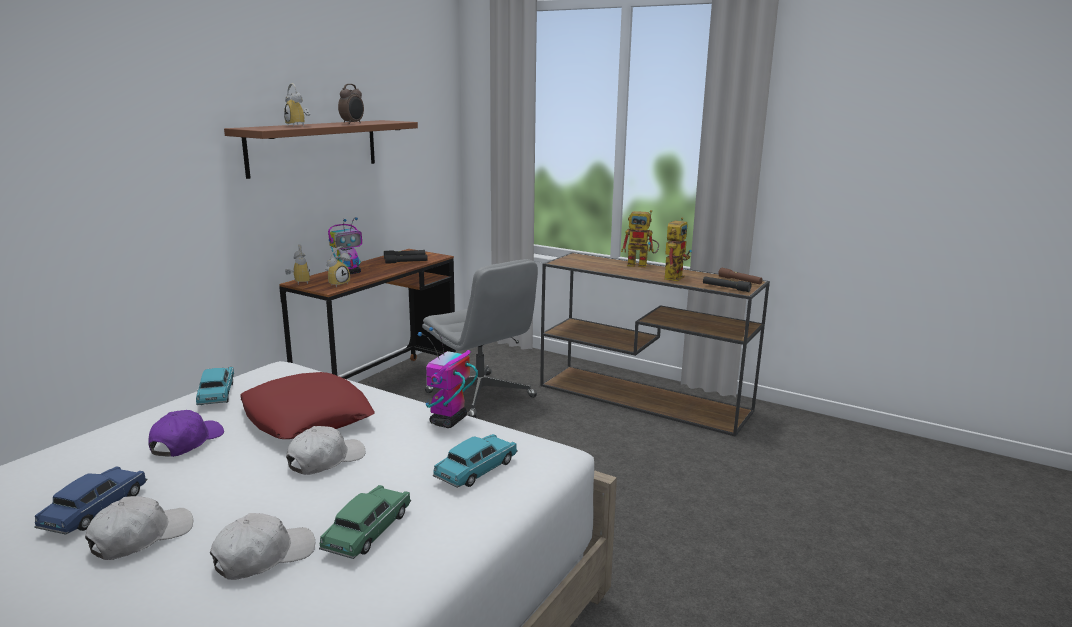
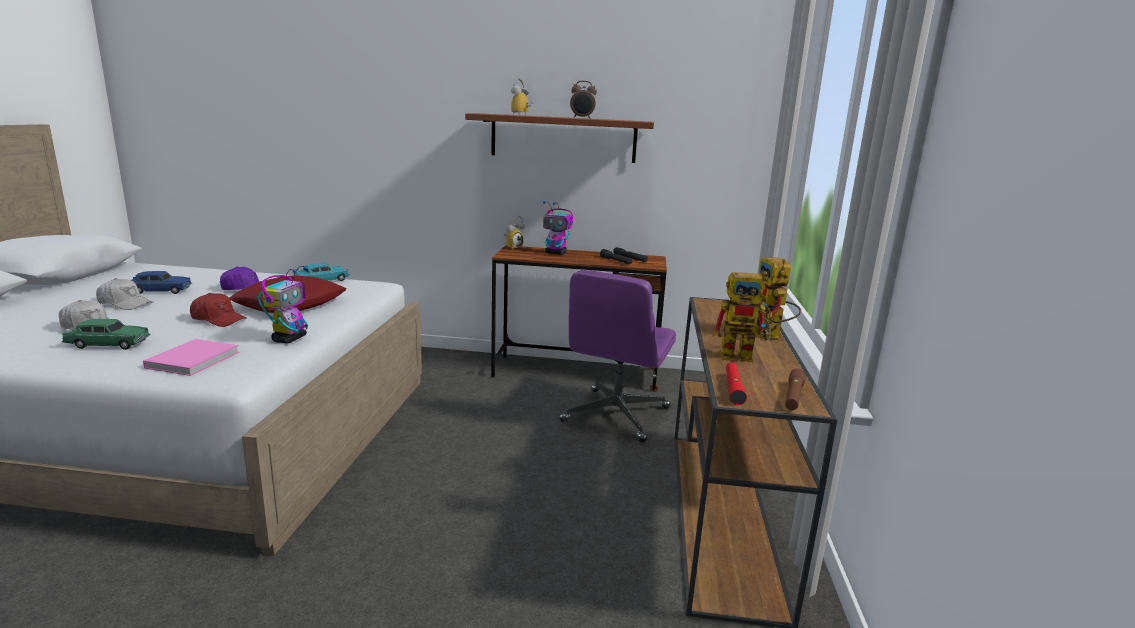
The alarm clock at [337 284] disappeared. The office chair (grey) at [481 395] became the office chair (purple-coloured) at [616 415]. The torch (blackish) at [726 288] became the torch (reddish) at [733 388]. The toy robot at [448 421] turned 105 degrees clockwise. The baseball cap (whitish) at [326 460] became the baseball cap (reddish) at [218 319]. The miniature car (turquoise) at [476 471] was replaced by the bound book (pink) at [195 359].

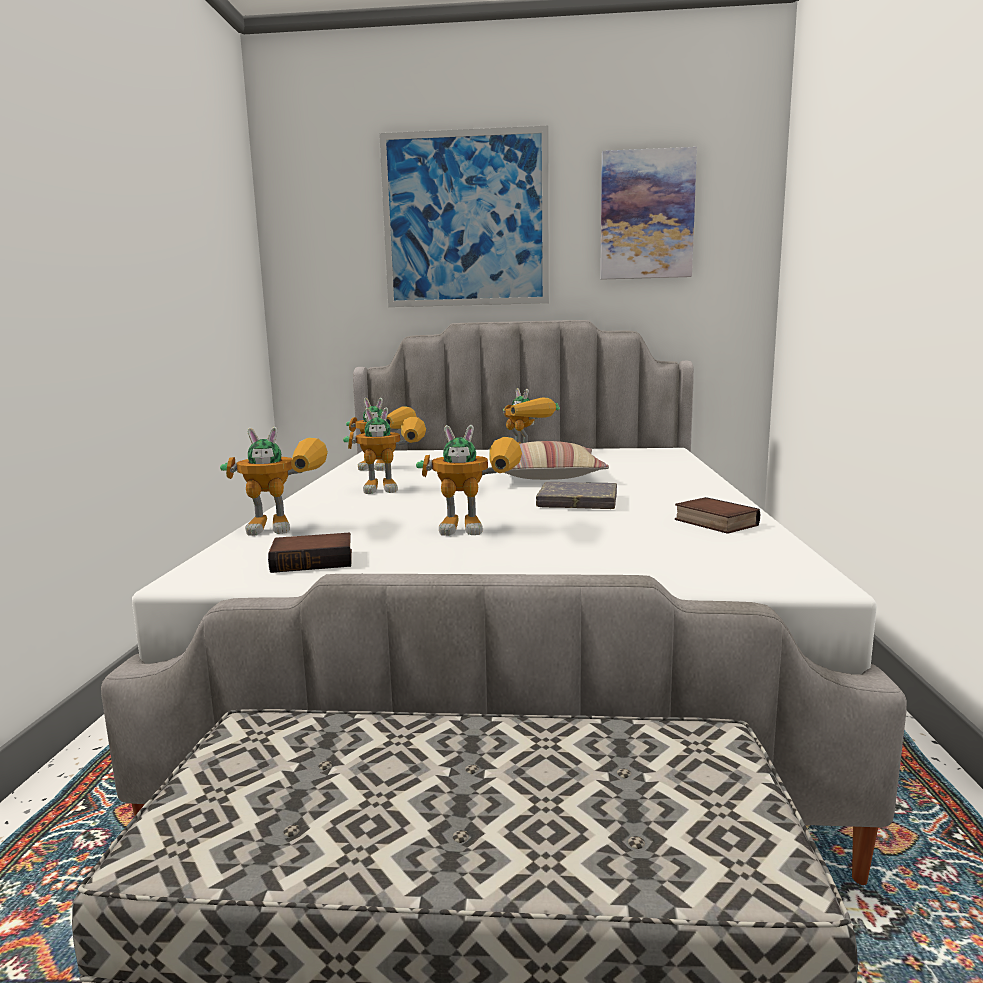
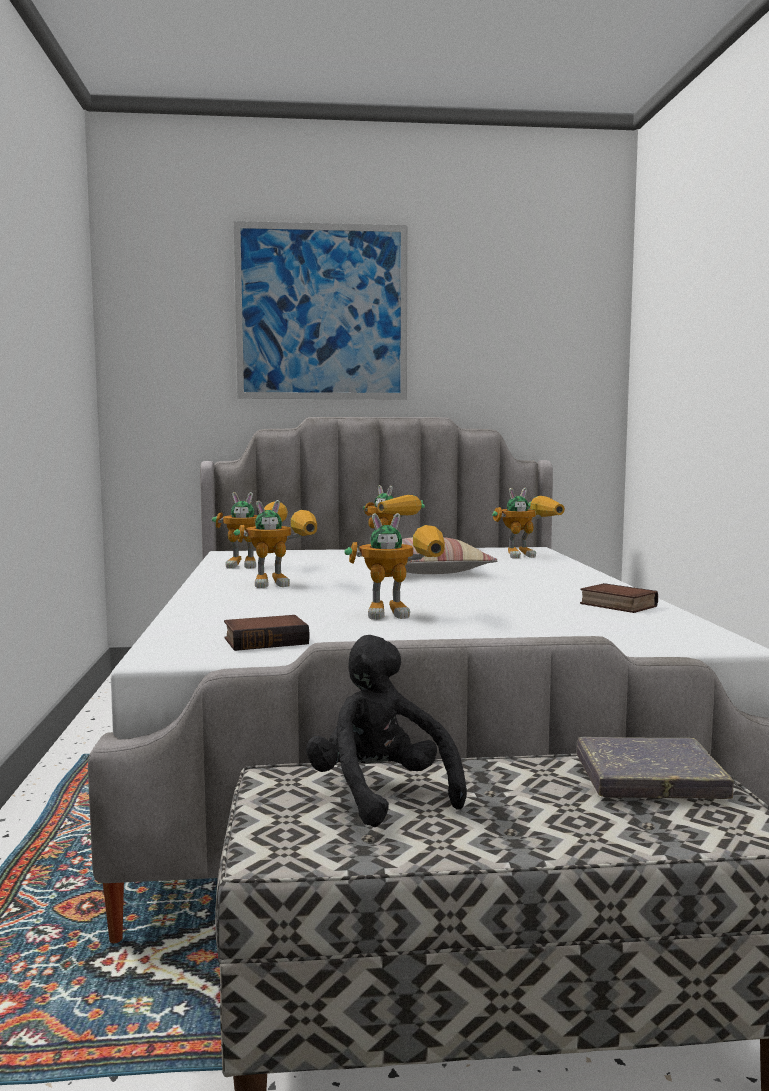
The wall picture at [646 215] disappeared. The toy robot moved from [288 527] to [528 555]. The bound book (grey) moved from [577 502] to [649 778]. The soft toy (blackish) at [380 794] appeared.

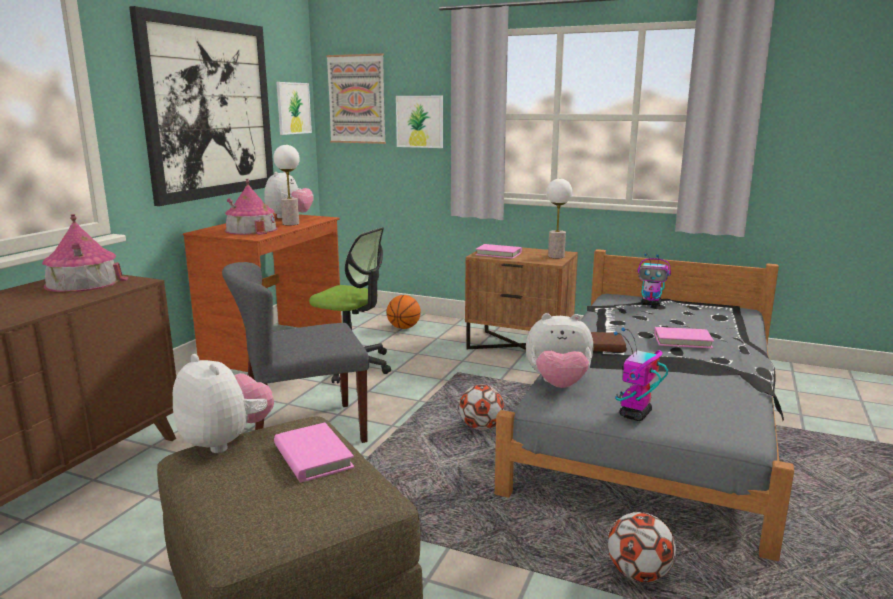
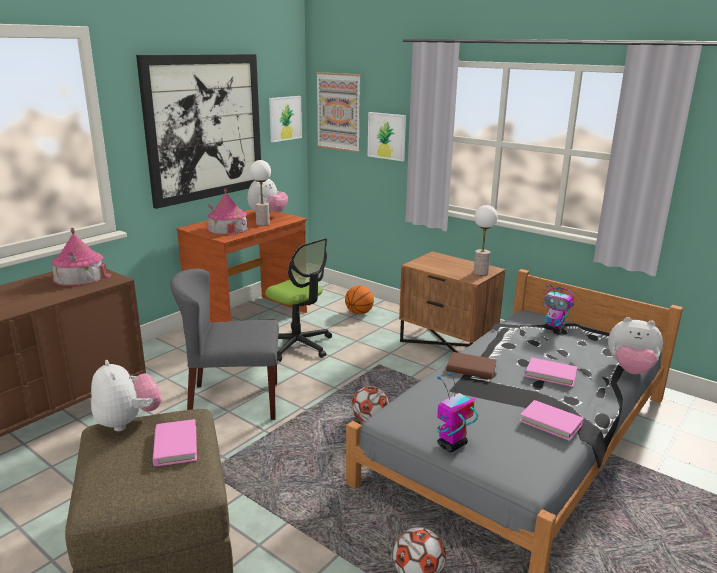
The bound book (pink) moved from [498 254] to [551 422]. The soft toy moved from [558 384] to [630 370].

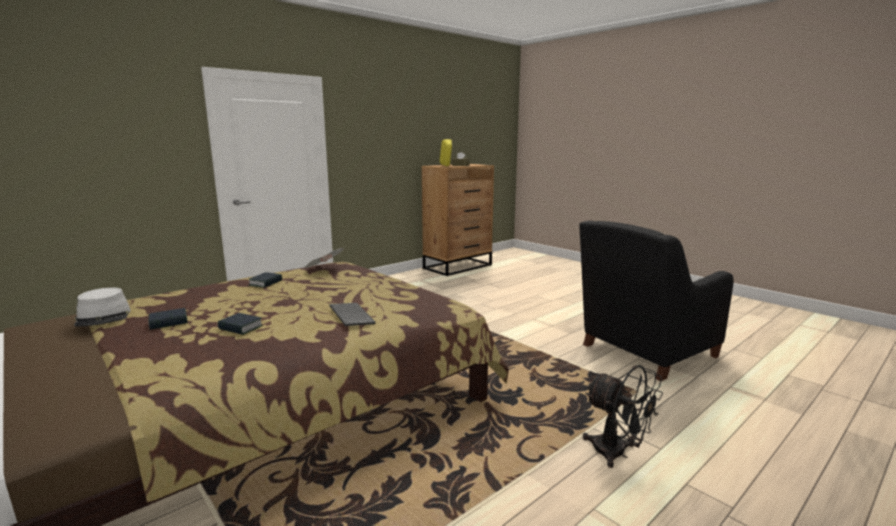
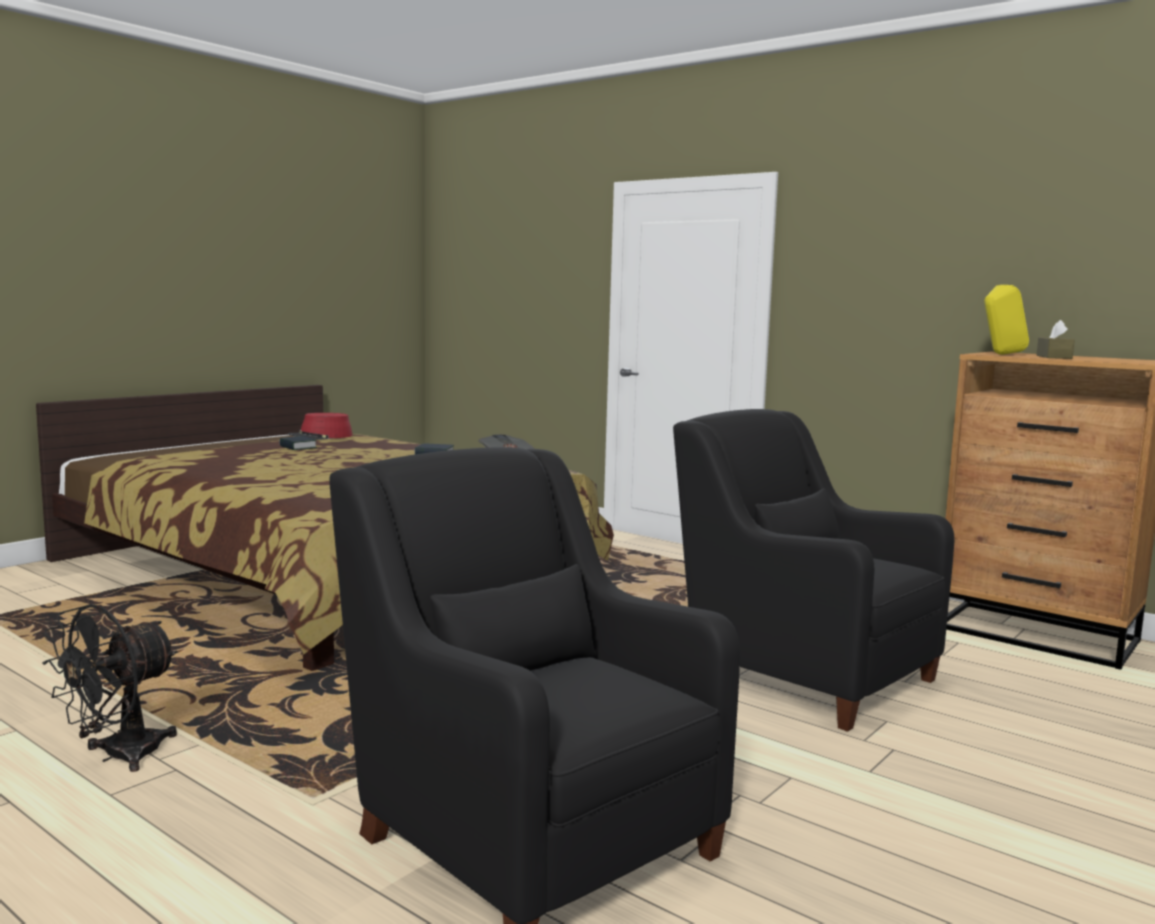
The wearable hat (grey) at [103 317] became the wearable hat (reddish) at [321 436]. The keyboard at [350 315] disappeared. The bound book at [240 328] disappeared. The easy chair (blackish) at [801 673] appeared.

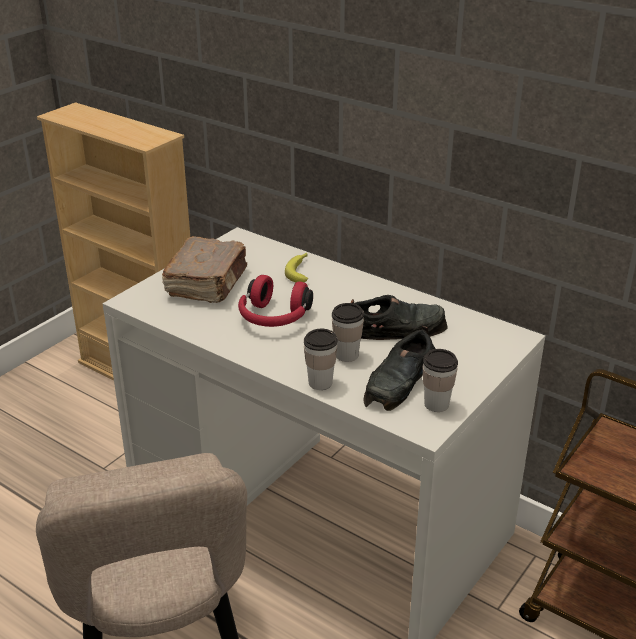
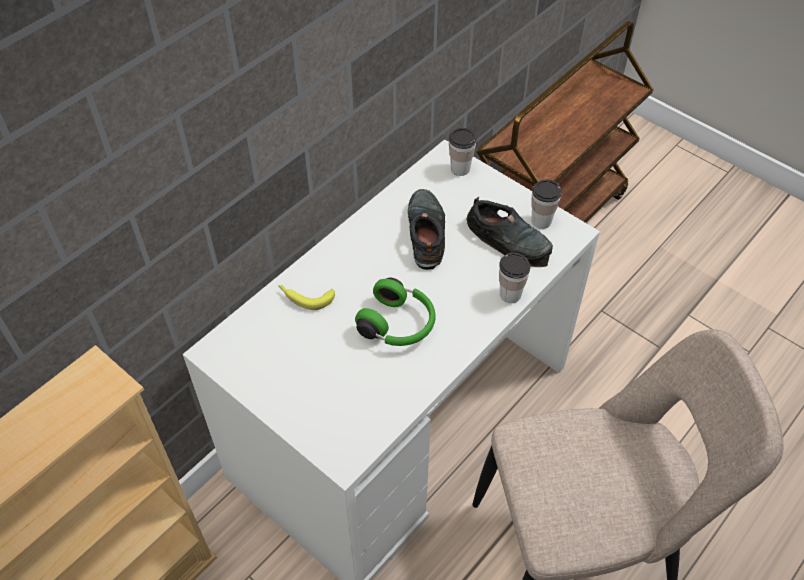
The bound book (brownish) at [208 283] disappeared. The pair of headphones (reddish) at [273 318] became the pair of headphones (green) at [398 324]. The small cup moved from [346 355] to [460 169].

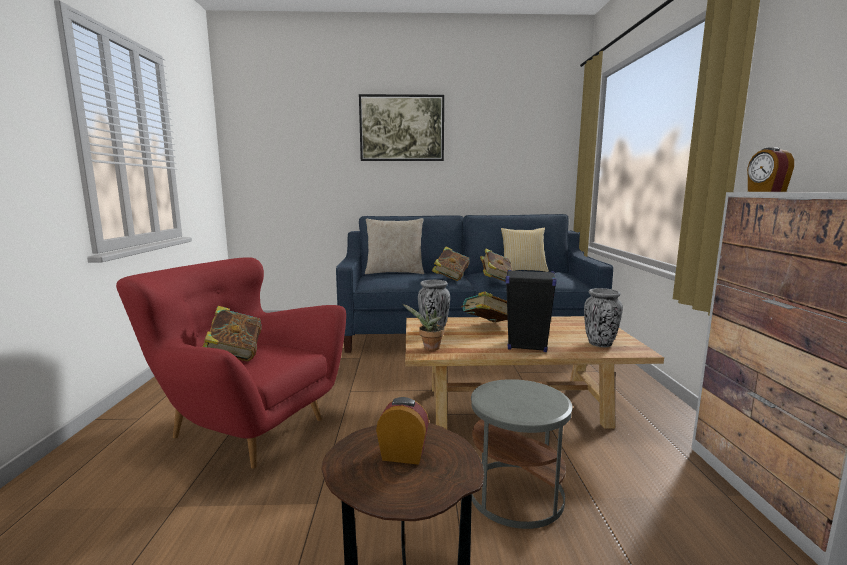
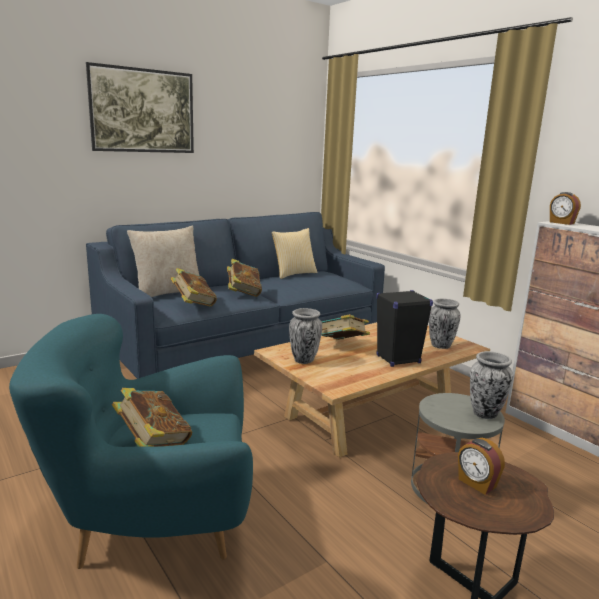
The bound book moved from [496 280] to [193 304]. The easy chair (reddish) at [245 427] became the easy chair (turquoise) at [153 522]. The potted plant at [429 348] disappeared. The alarm clock at [403 454] turned 105 degrees counterclockwise. The decorative vase at [485 414] appeared.

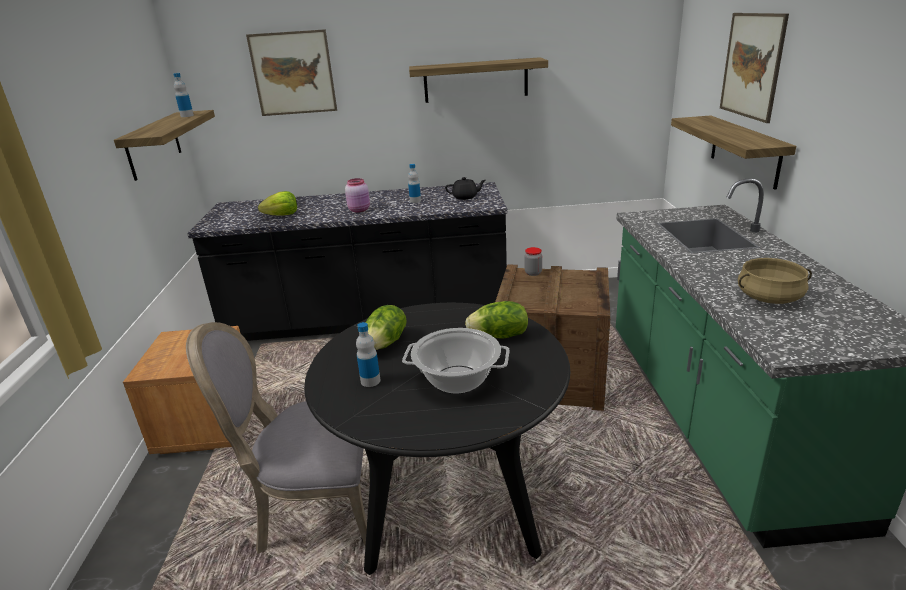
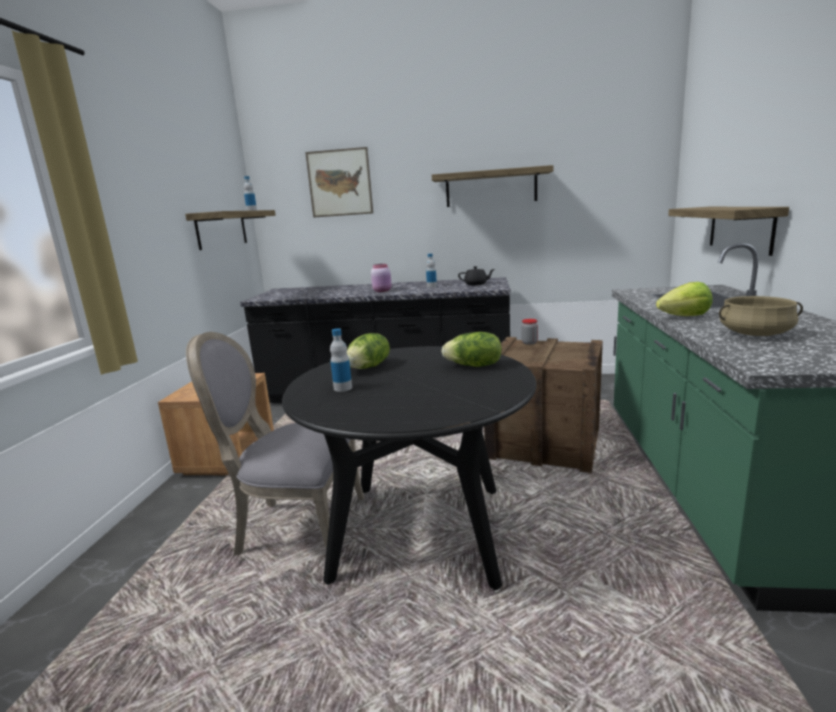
The wall picture at [752 65] disappeared. The head of lettuce moved from [282 215] to [685 316]. The cooking pot at [458 379] disappeared.

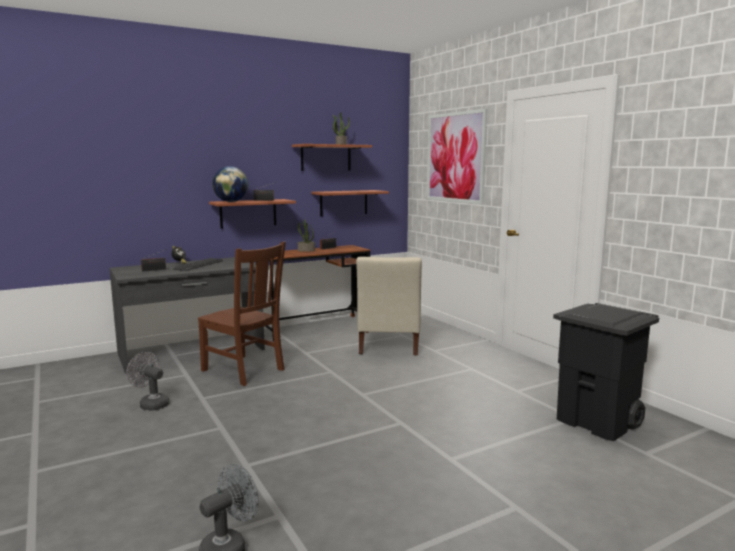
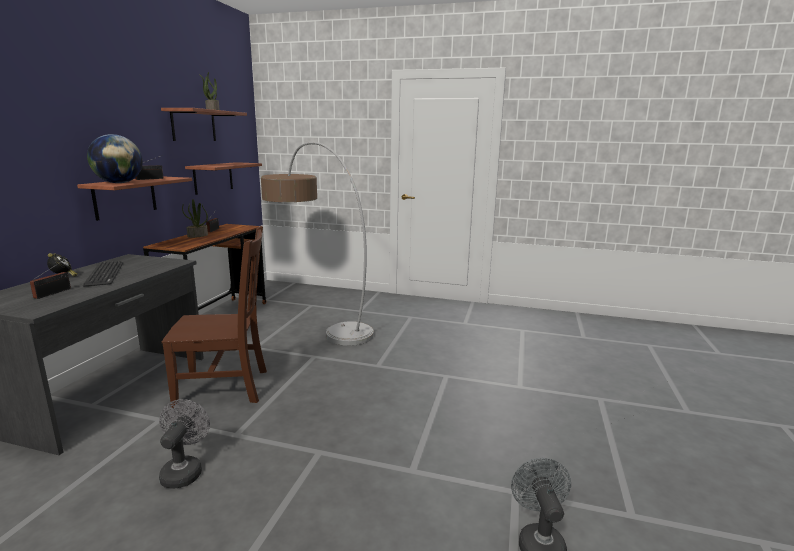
The wall picture at [455 157] disappeared. The chair (beige-coloured) at [388 344] was replaced by the standard lamp at [315 316]. The rubbish bin (blackish) at [599 422] disappeared. The fan (grey) at [151 404] turned 105 degrees clockwise.

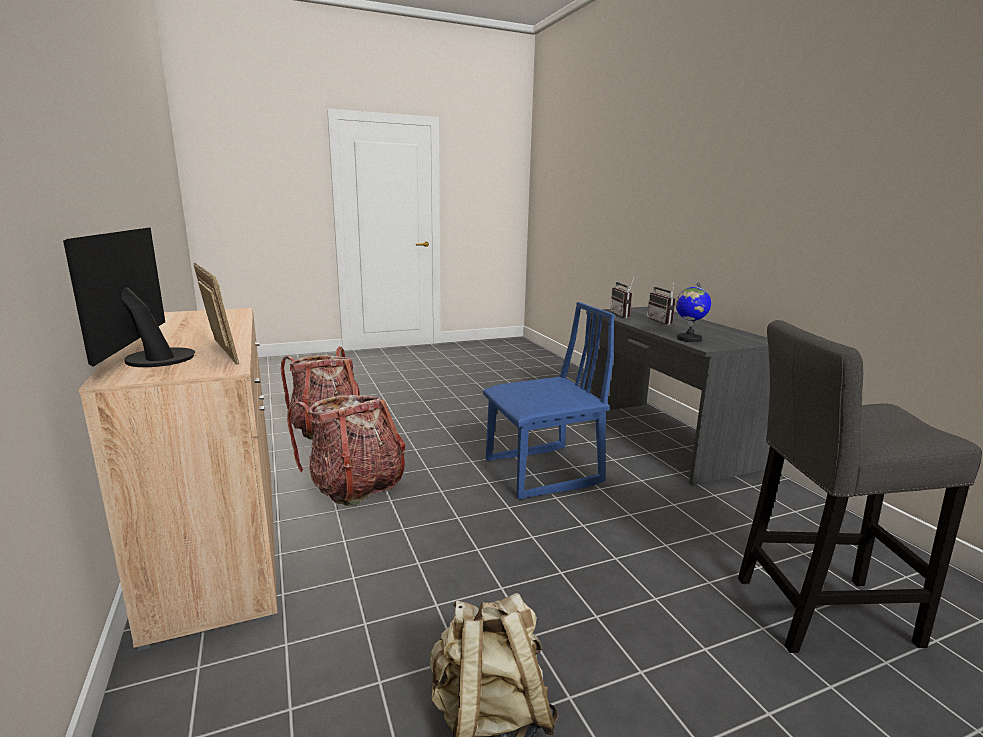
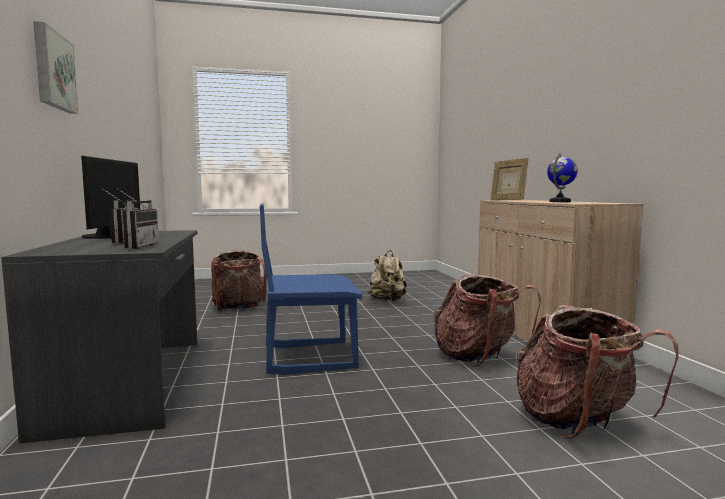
The monitor moved from [152 359] to [108 236]. The world globe moved from [688 339] to [560 202]. The stool (grey) at [815 611] was replaced by the backpack at [239 308]. The wall picture at [53 71] appeared.

